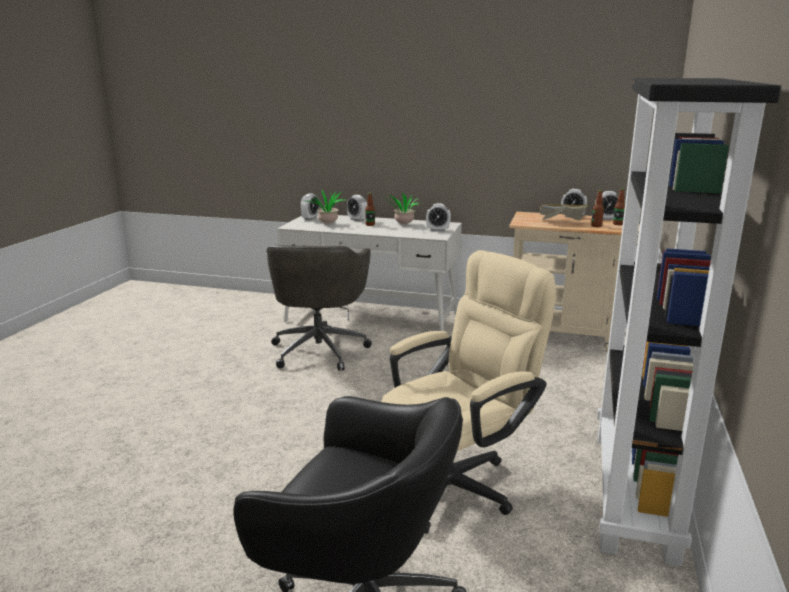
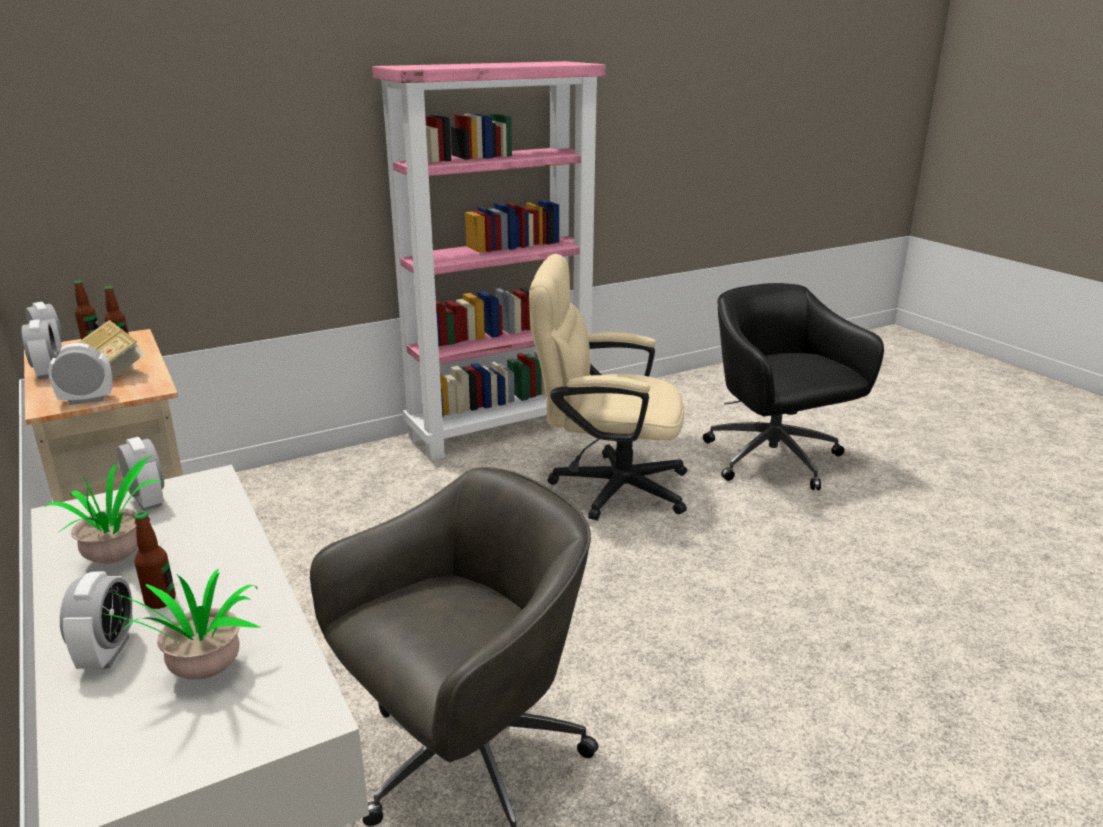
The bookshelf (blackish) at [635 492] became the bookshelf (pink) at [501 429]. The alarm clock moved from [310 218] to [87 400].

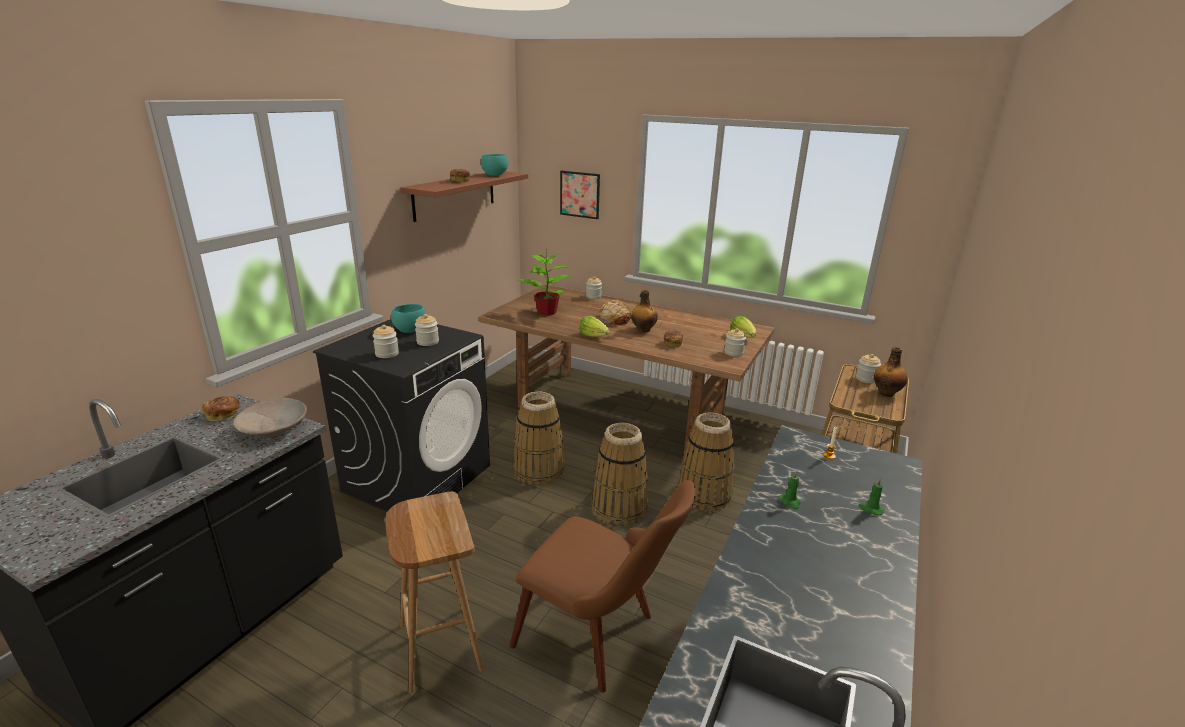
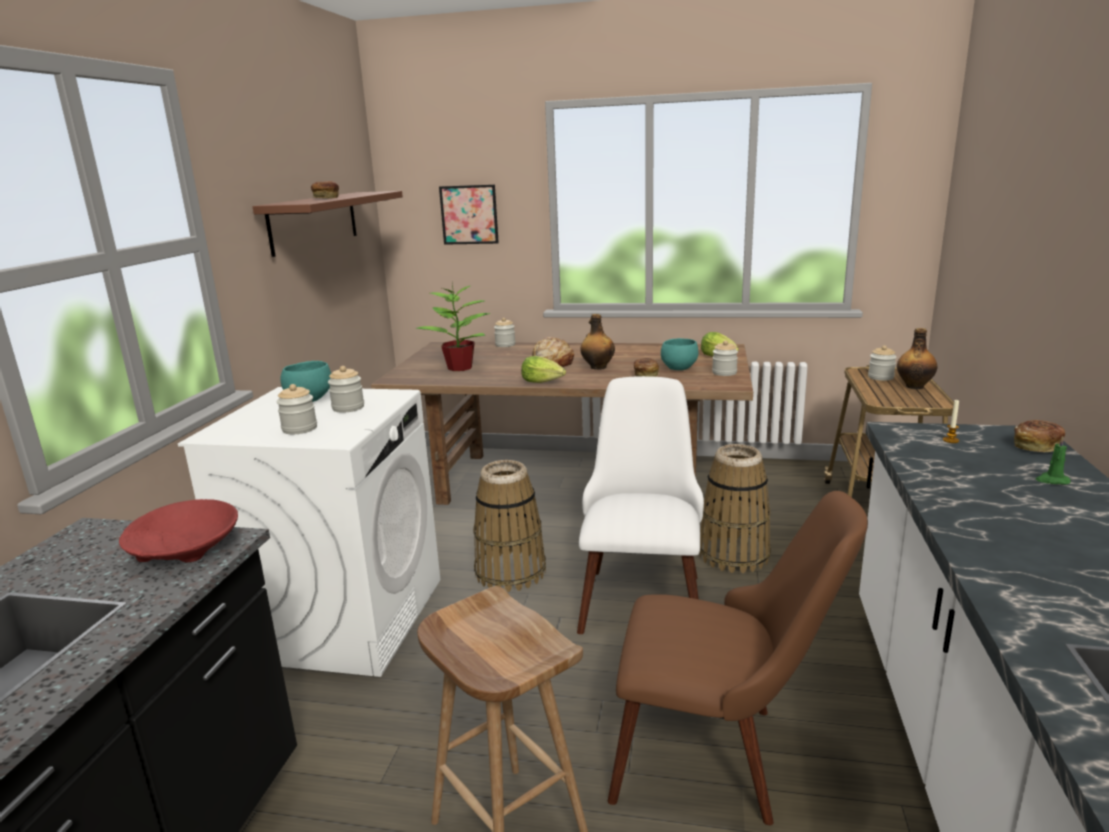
The bowl (turquoise) moved from [494 175] to [678 368]. The washing machine (blackish) at [418 477] became the washing machine (whitish) at [344 617]. The bakery bread moved from [224 415] to [1036 446]. The bowl (beige-coloured) at [275 429] became the bowl (reddish) at [187 549]. The basket at [619 507] was replaced by the chair (whitish) at [642 592]. The wax candle (green) at [790 502] disappeared.

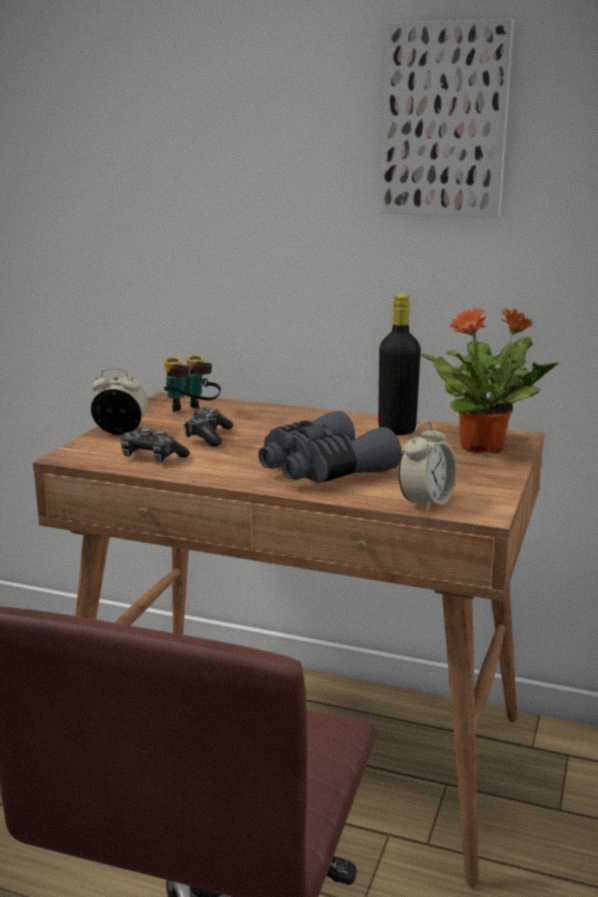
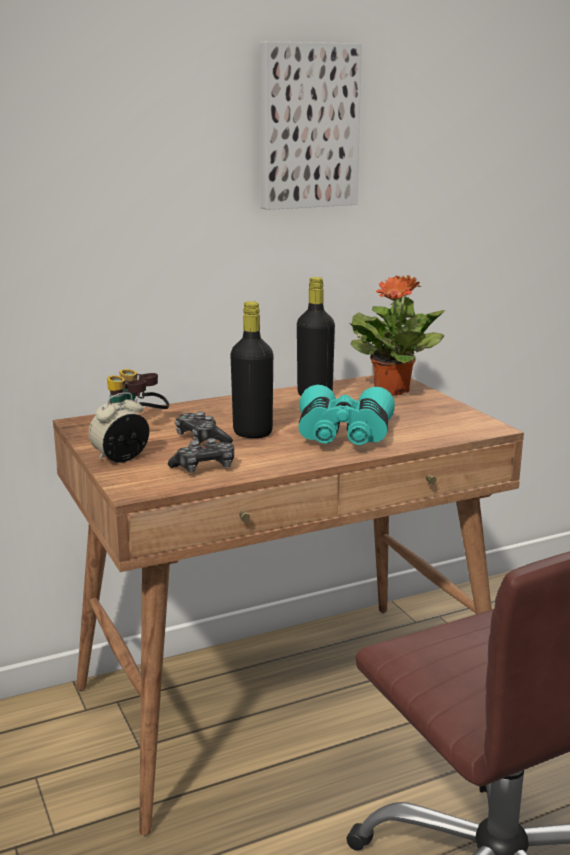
The pair of binoculars (grey) at [322 470] became the pair of binoculars (turquoise) at [344 435]. The alarm clock at [426 502] disappeared. The drink bottle (blackish) at [252 433] appeared.

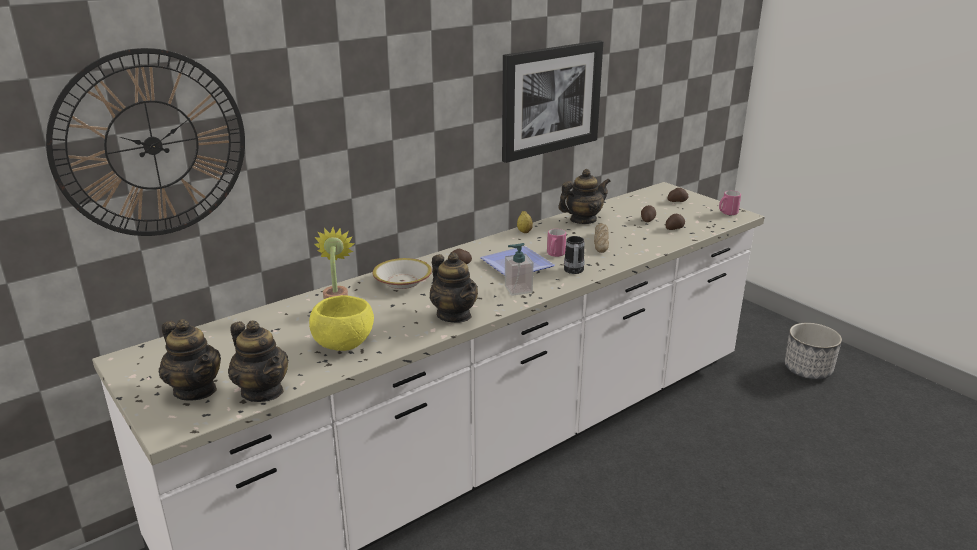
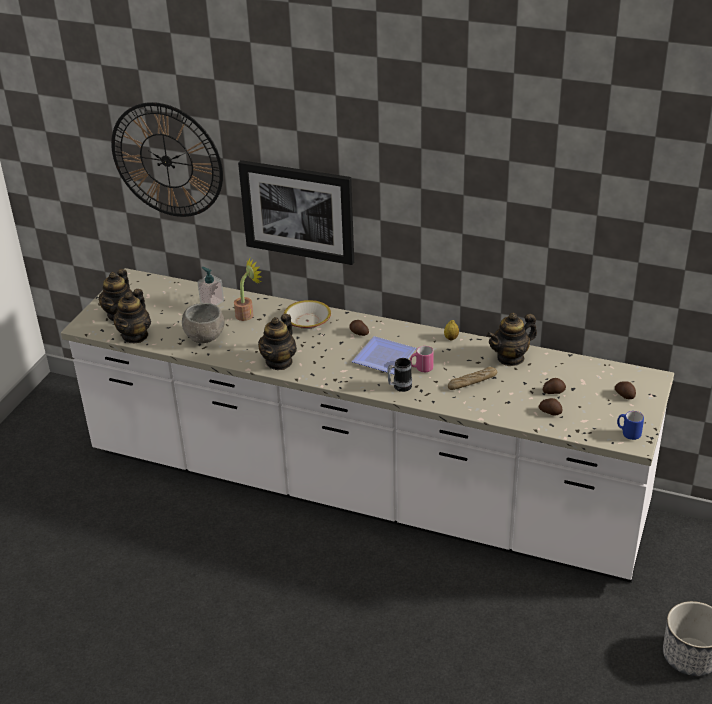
The wall picture moved from [550 99] to [298 211]. The tea pot at [583 220] turned 120 degrees clockwise. The tea mug (pink) at [727 213] became the tea mug (bluish) at [628 433]. The liquid soap bottle moved from [518 289] to [212 302]. The bowl (yellow) at [342 345] became the bowl (grey) at [204 337].

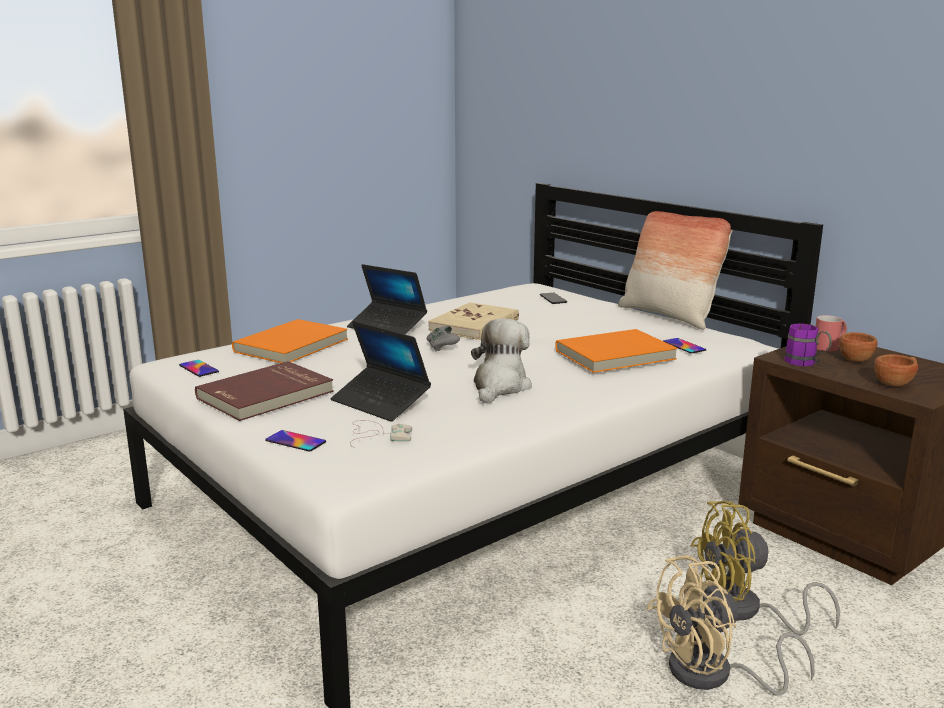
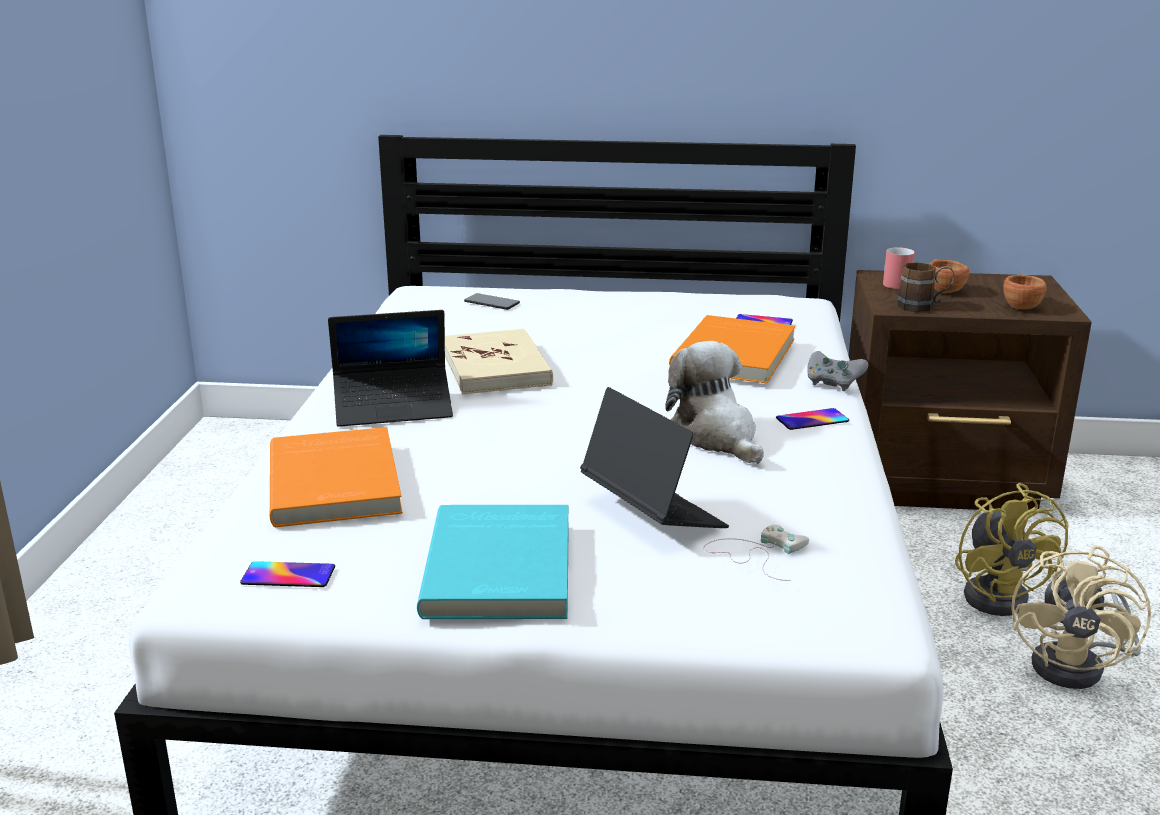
The throw pillow at [668 316] disappeared. The laptop at [380 402] turned 120 degrees counterclockwise. The tea mug (purple-coloured) at [806 363] became the tea mug (brownish) at [923 307]. The joypad (grey) moved from [442 347] to [833 383]. The bound book (reddish) at [267 395] became the bound book (turquoise) at [503 568]. The phone moved from [295 441] to [812 420]. The fan (yellow) at [744 611] turned 45 degrees counterclockwise.

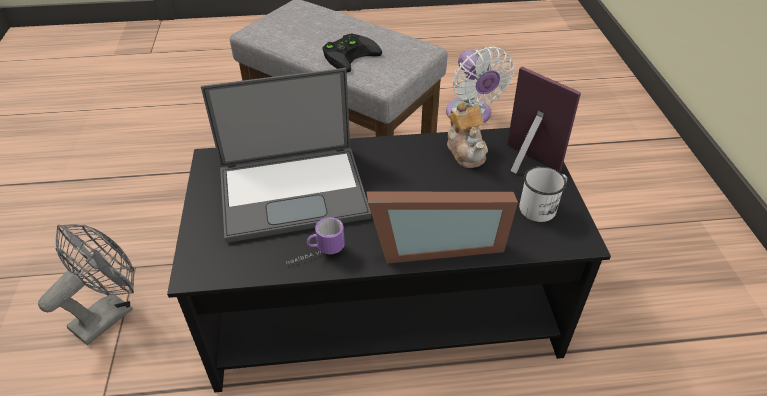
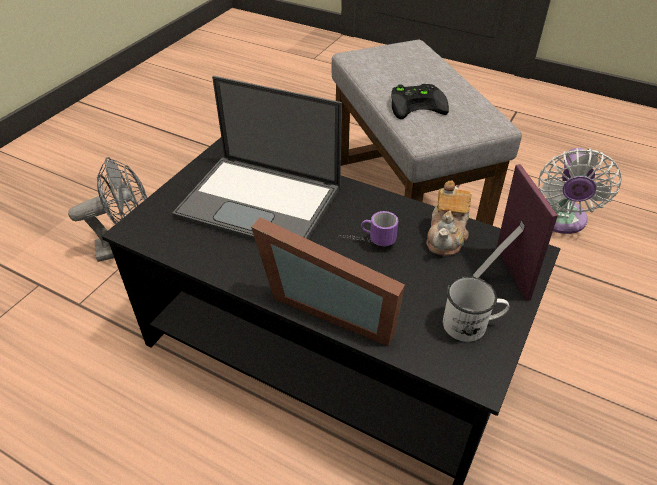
The tea mug moved from [315 255] to [367 241].

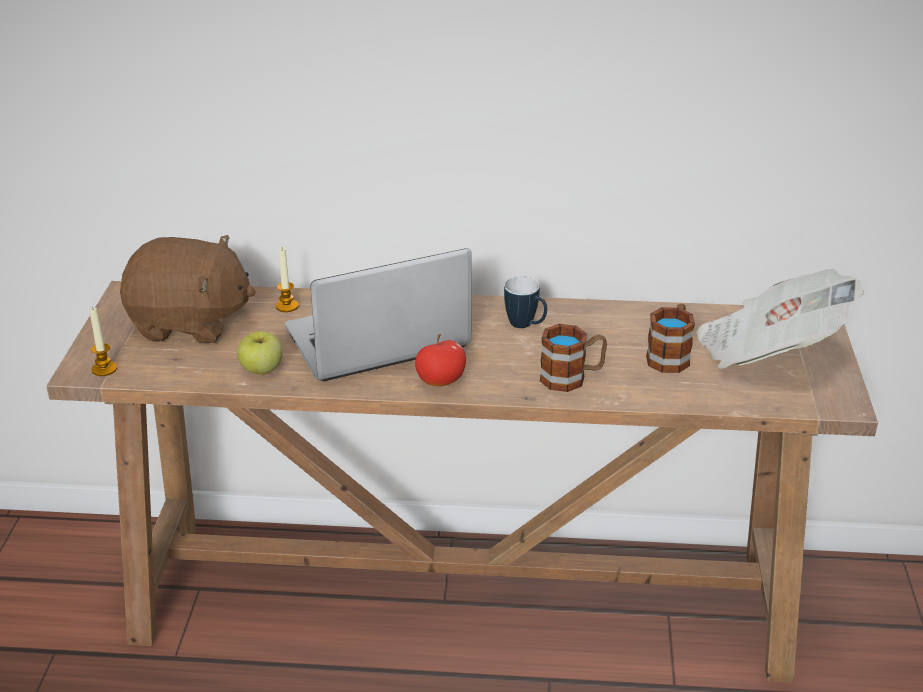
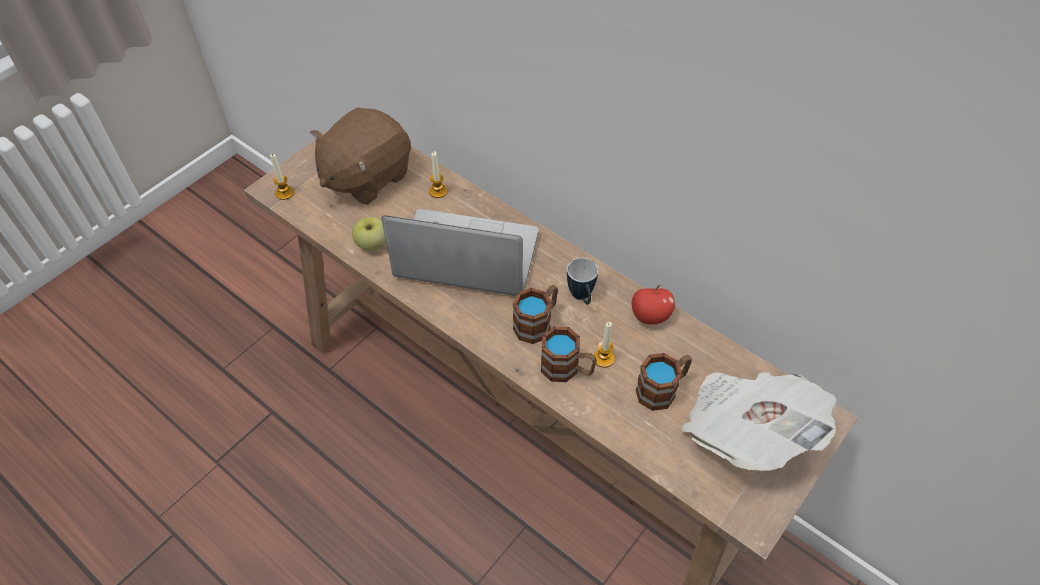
The soft toy (brownish) at [190 323] turned 90 degrees clockwise. The whole apple moved from [441 382] to [650 316]. The tea mug at [537 323] appeared. The wax candle at [603 358] appeared.

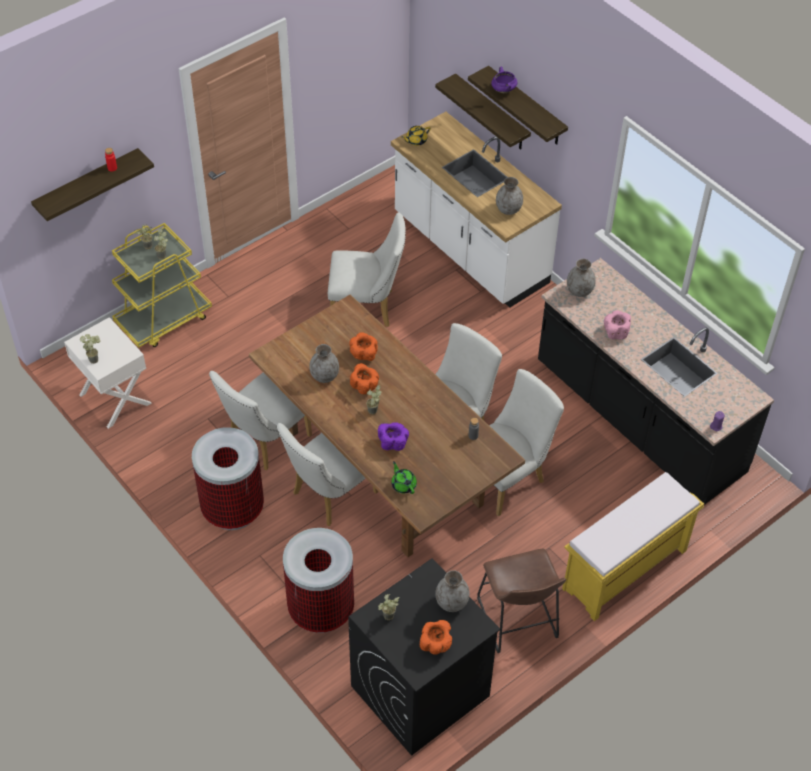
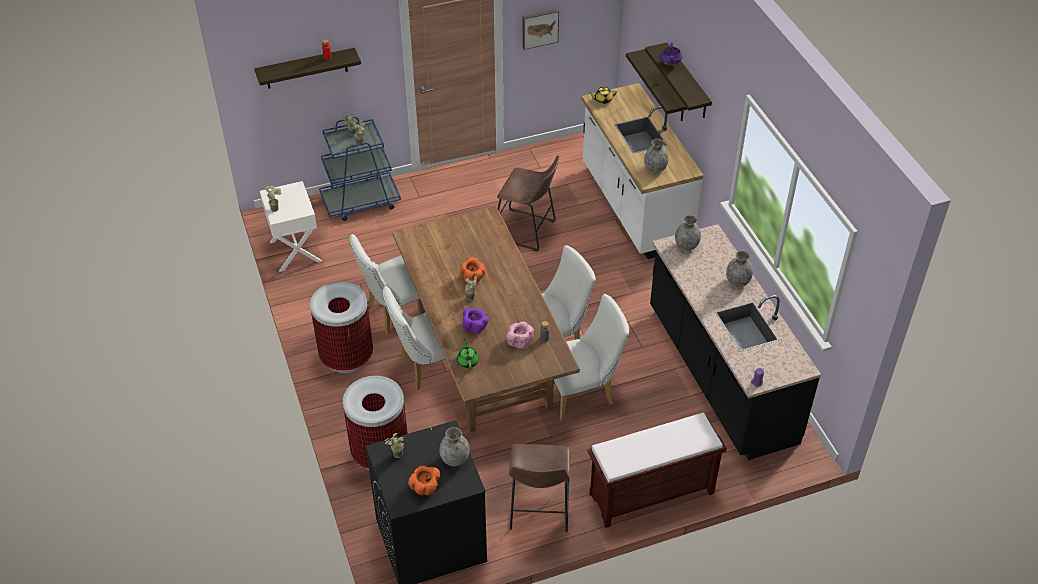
The chair (whitish) at [367 308] was replaced by the stool (brownish) at [527 231]. The trolley (yellow) at [164 319] became the trolley (bluish) at [361 202]. The bowl (pink) moved from [615 332] to [519 341]. The bowl (orangey) at [363 355] disappeared. The decorative vase (grey) moved from [324 376] to [737 281]. The long seat (yellow) at [624 571] became the long seat (brownish) at [650 494]. The wall picture at [539 28] appeared.

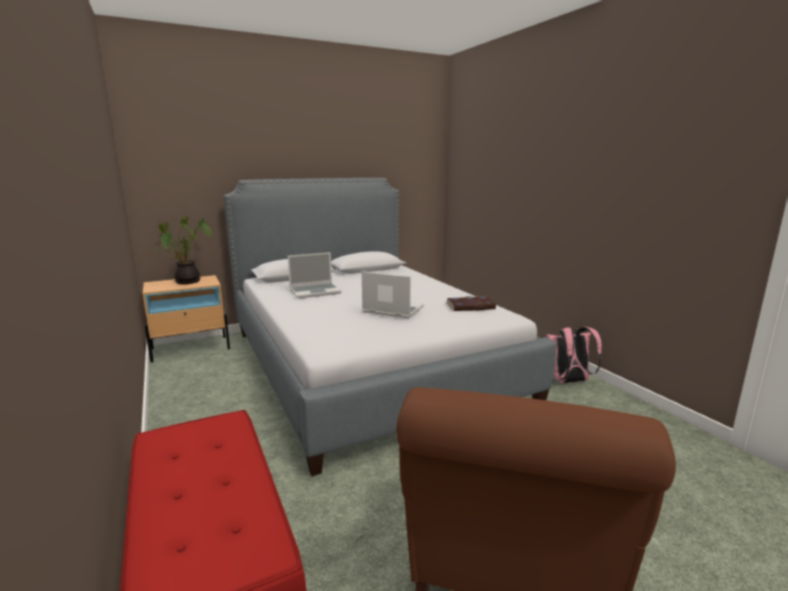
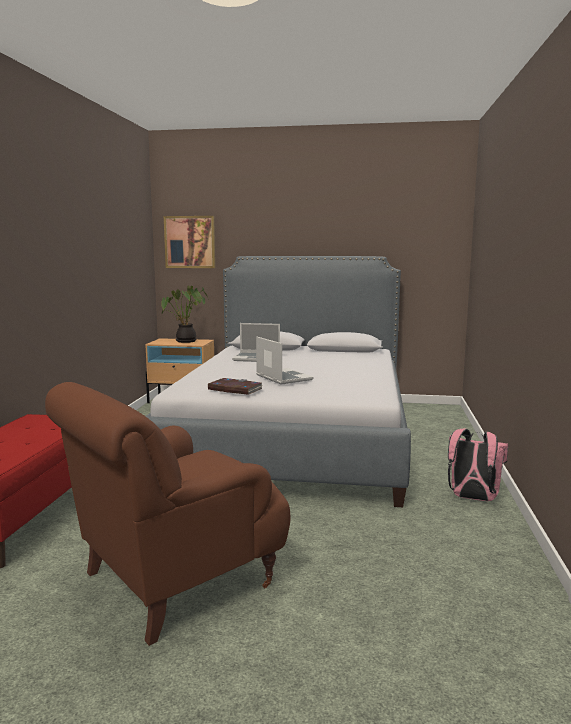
The bound book moved from [470 306] to [235 389]. The wall picture at [190 242] appeared.

